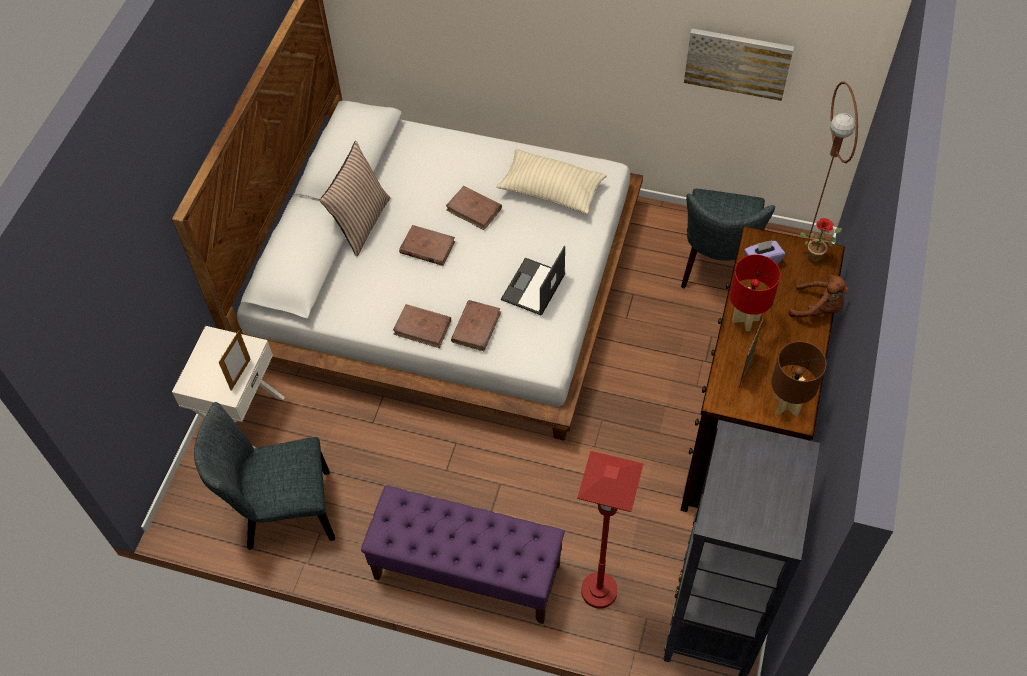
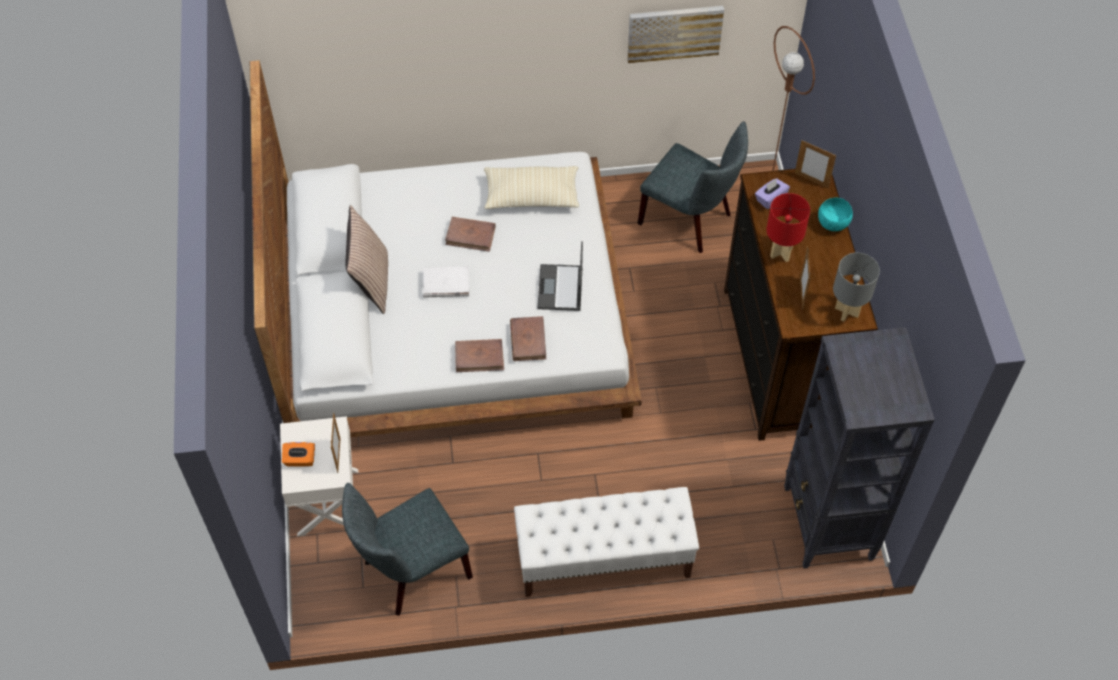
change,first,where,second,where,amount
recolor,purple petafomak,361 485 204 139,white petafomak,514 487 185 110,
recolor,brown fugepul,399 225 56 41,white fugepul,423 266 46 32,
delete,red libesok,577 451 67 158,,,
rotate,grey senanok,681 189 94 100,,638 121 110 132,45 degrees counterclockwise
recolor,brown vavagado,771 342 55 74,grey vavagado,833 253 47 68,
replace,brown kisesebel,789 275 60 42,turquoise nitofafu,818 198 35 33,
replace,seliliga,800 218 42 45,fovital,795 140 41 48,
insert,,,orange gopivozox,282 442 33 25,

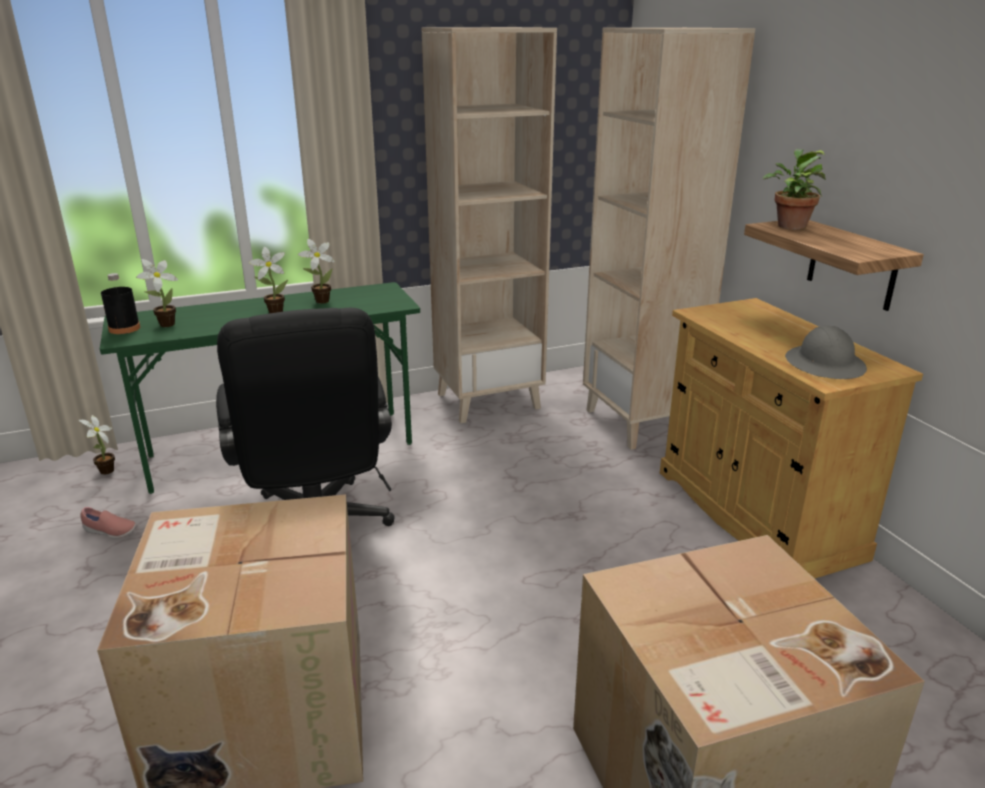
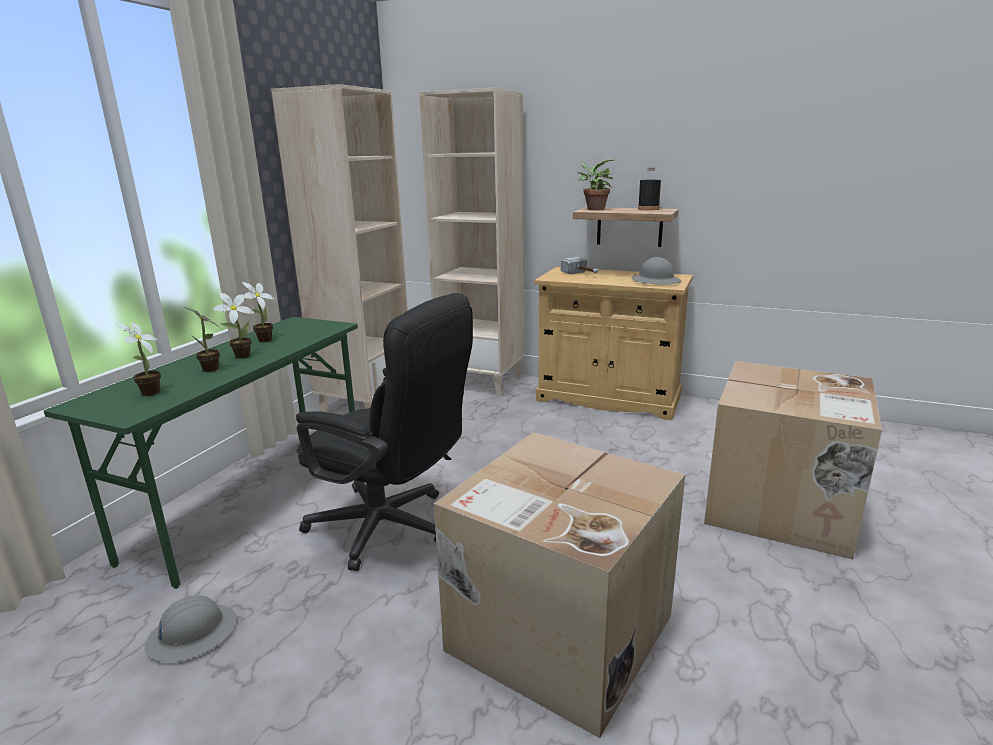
change,first,where,second,where,amount
move,seliliga,79 415 36 60,,184 307 37 65,
replace,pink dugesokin,80 507 57 32,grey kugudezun,145 595 92 67,
move,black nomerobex,101 273 39 61,,638 167 23 44,
insert,,,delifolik,561 257 37 17,

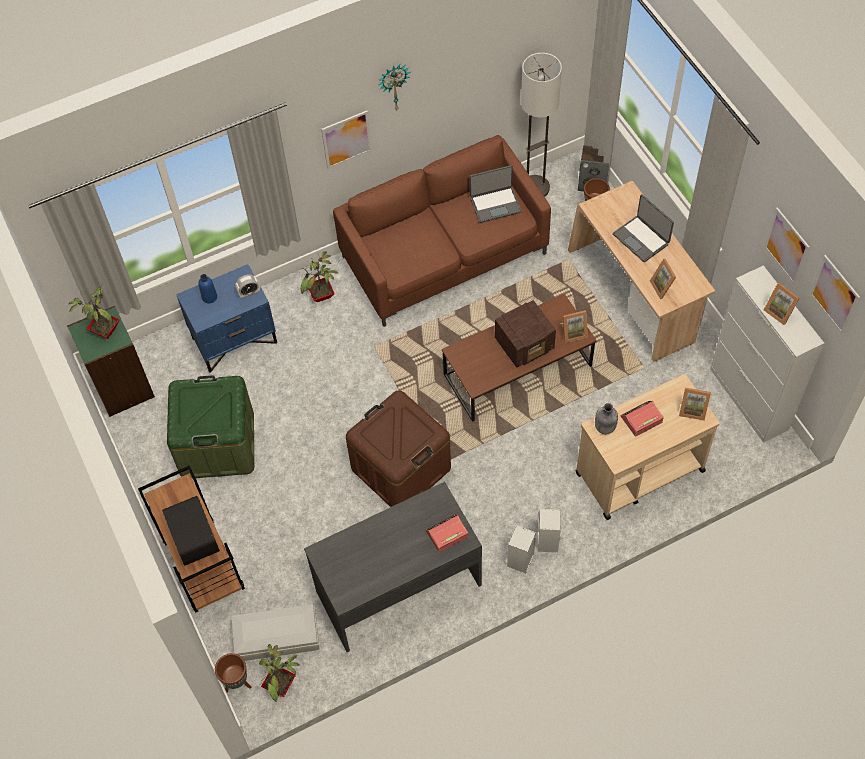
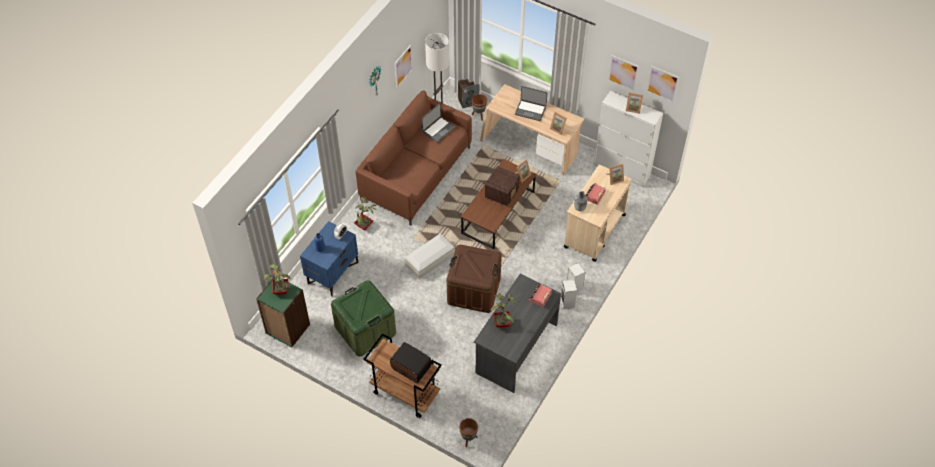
change,first,where,second,where,amount
move,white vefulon,232 604 87 57,,404 233 51 46,
move,seliliga,259 644 41 58,,490 293 26 35,
move,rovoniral,321 111 51 58,,395 45 18 43,

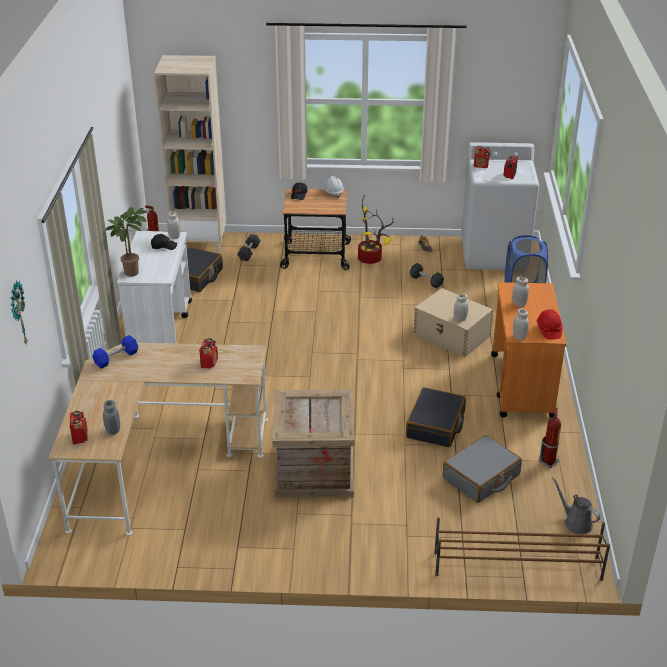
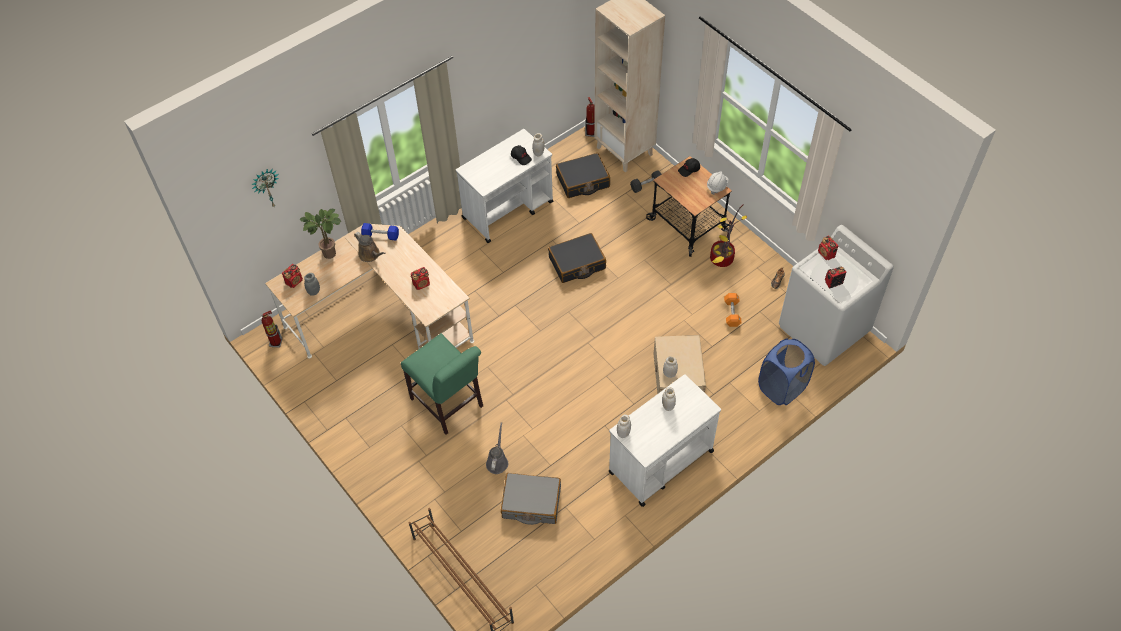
change,first,where,second,where,amount
move,seliliga,105 207 43 70,,300 209 41 50,
replace,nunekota,272 390 83 107,green senanok,401 333 82 102,
move,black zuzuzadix,406 387 60 60,,548 233 58 50,
recolor,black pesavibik,410 263 34 25,orange pesavibik,724 293 18 34,
recolor,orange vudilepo,491 282 76 136,white vudilepo,608 374 113 133,
delete,red kugudezun,537 309 26 31,,,
move,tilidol,539 408 22 60,,262 310 20 37,
move,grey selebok,552 477 48 57,,486 422 22 52,
insert,,,brown selebok,354 232 32 30,

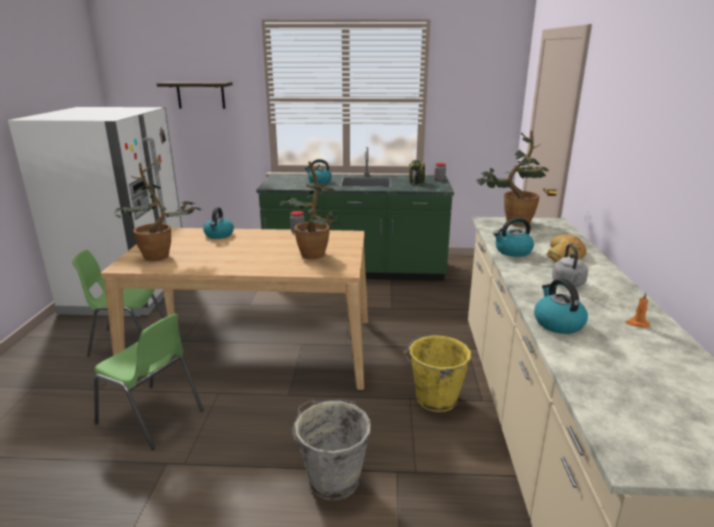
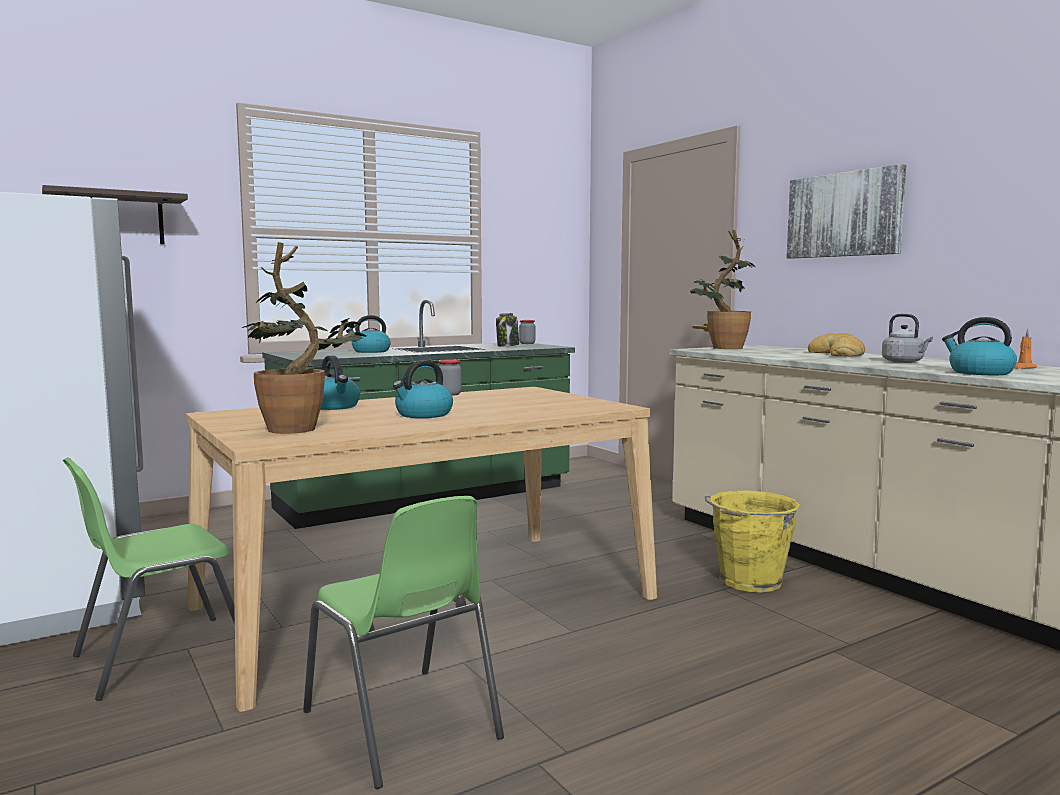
change,first,where,second,where,amount
rotate,green senanok,94 313 110 137,,303 496 201 293,60 degrees clockwise
delete,seliliga,280 161 63 98,,,
delete,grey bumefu,292 400 79 101,,,
move,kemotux,493 218 41 39,,393 360 60 58,
insert,,,rovoniral,787 164 119 95,

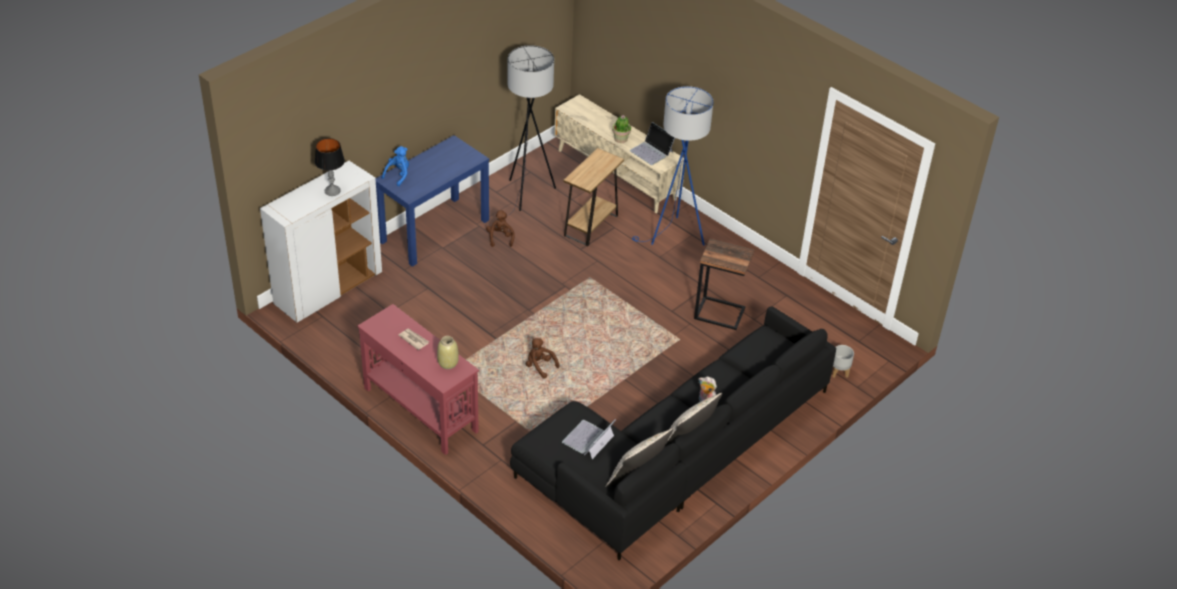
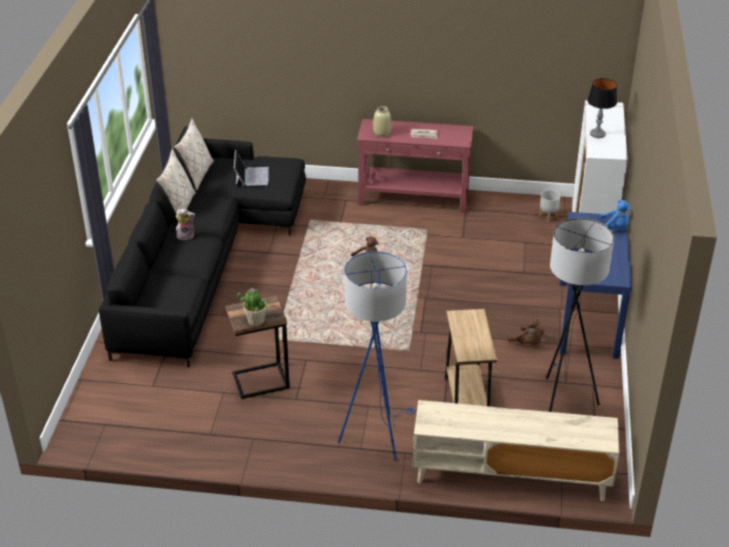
change,first,where,second,where,amount
rotate,blue kisesebel,382 146 27 40,,600 200 31 29,60 degrees counterclockwise
move,seliliga,612 115 19 28,,237 288 30 38,
delete,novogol,630 122 45 43,,,
move,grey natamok,832 345 22 33,,539 190 21 32,

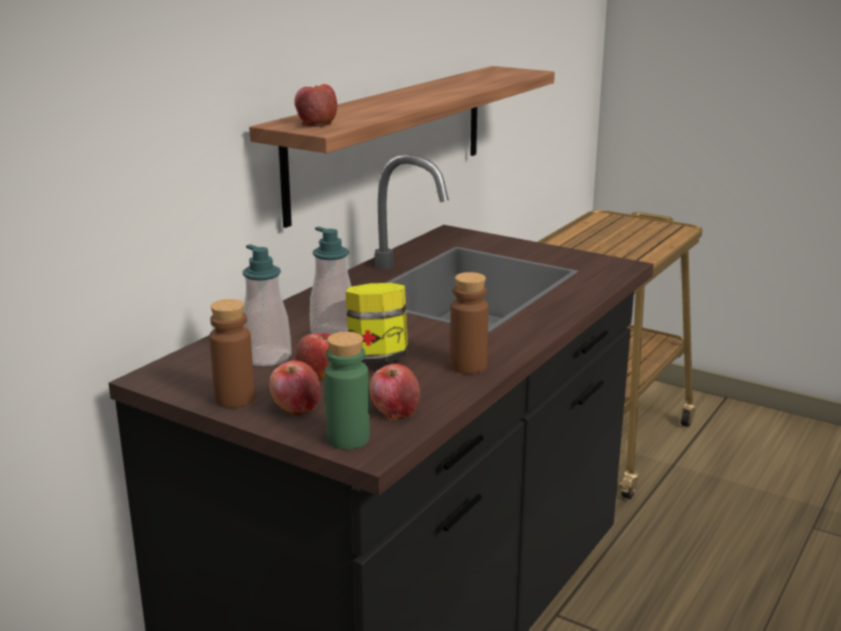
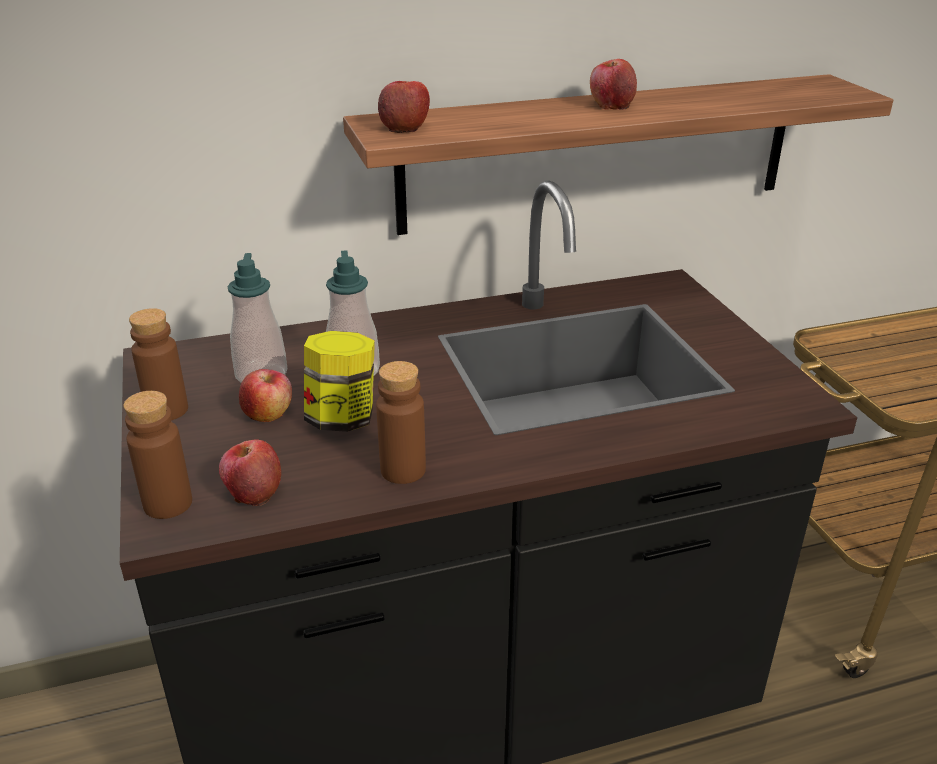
change,first,where,second,where,amount
move,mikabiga,269 360 52 56,,590 59 47 51,
recolor,green nomerobex,324 332 46 117,brown nomerobex,123 391 69 128,

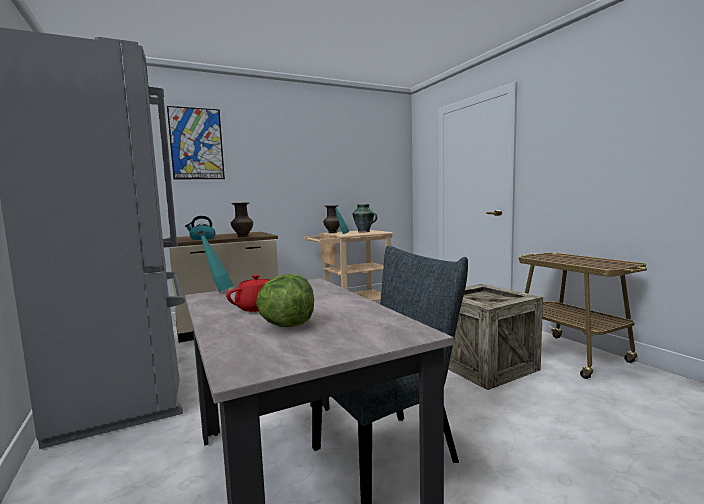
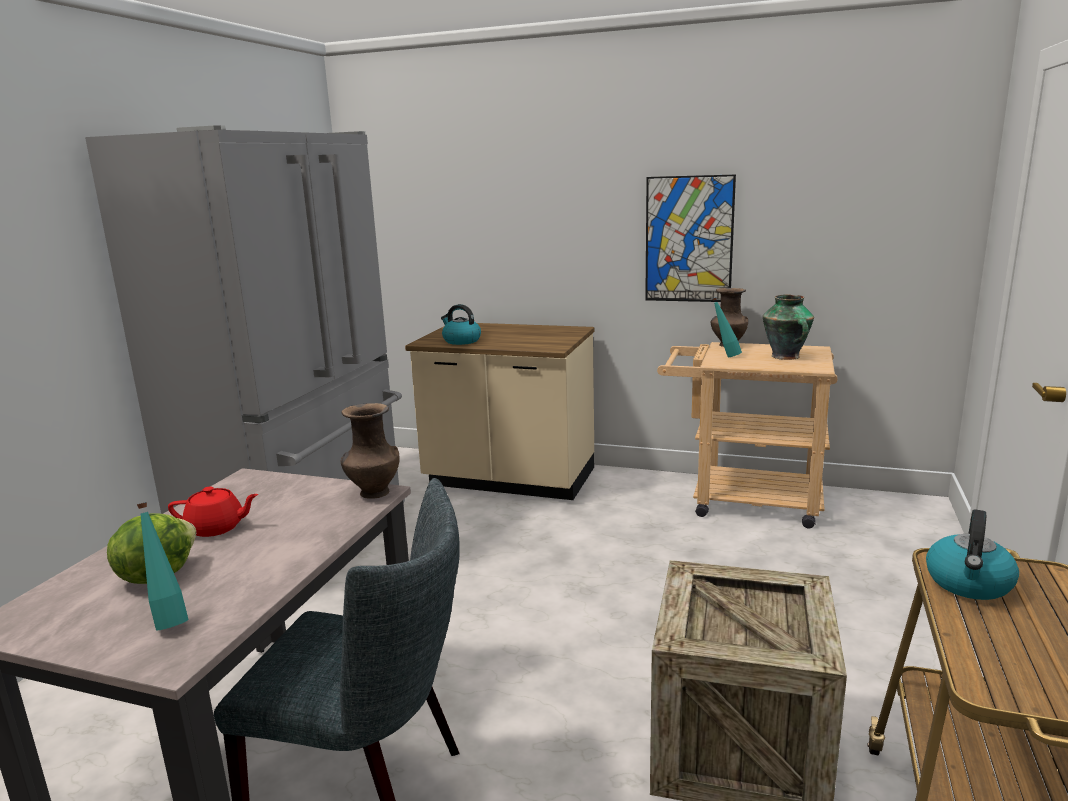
change,first,where,second,where,amount
move,rovoniral,167 106 58 73,,645 174 91 128,
move,turquoise nomerobex,198 231 36 61,,137 502 51 128,
move,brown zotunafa,231 203 22 34,,341 403 59 96,
insert,,,kemotux,926 509 93 91,

